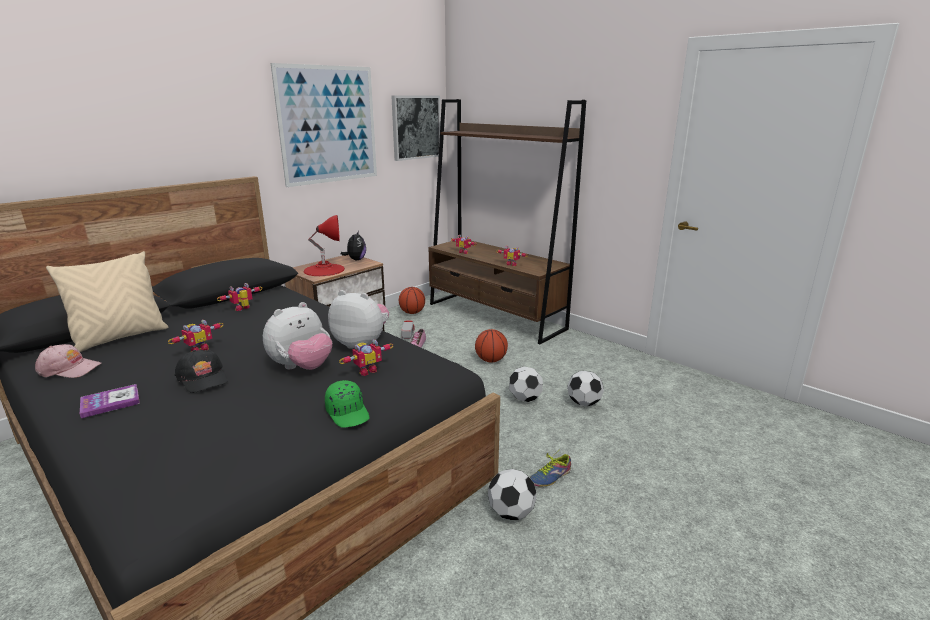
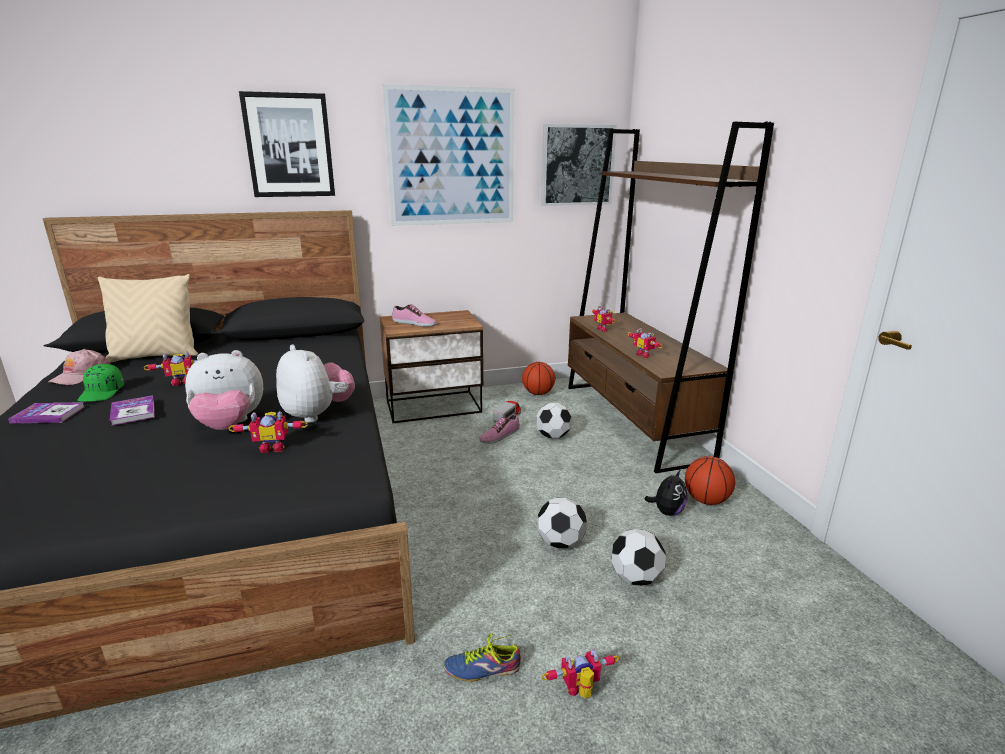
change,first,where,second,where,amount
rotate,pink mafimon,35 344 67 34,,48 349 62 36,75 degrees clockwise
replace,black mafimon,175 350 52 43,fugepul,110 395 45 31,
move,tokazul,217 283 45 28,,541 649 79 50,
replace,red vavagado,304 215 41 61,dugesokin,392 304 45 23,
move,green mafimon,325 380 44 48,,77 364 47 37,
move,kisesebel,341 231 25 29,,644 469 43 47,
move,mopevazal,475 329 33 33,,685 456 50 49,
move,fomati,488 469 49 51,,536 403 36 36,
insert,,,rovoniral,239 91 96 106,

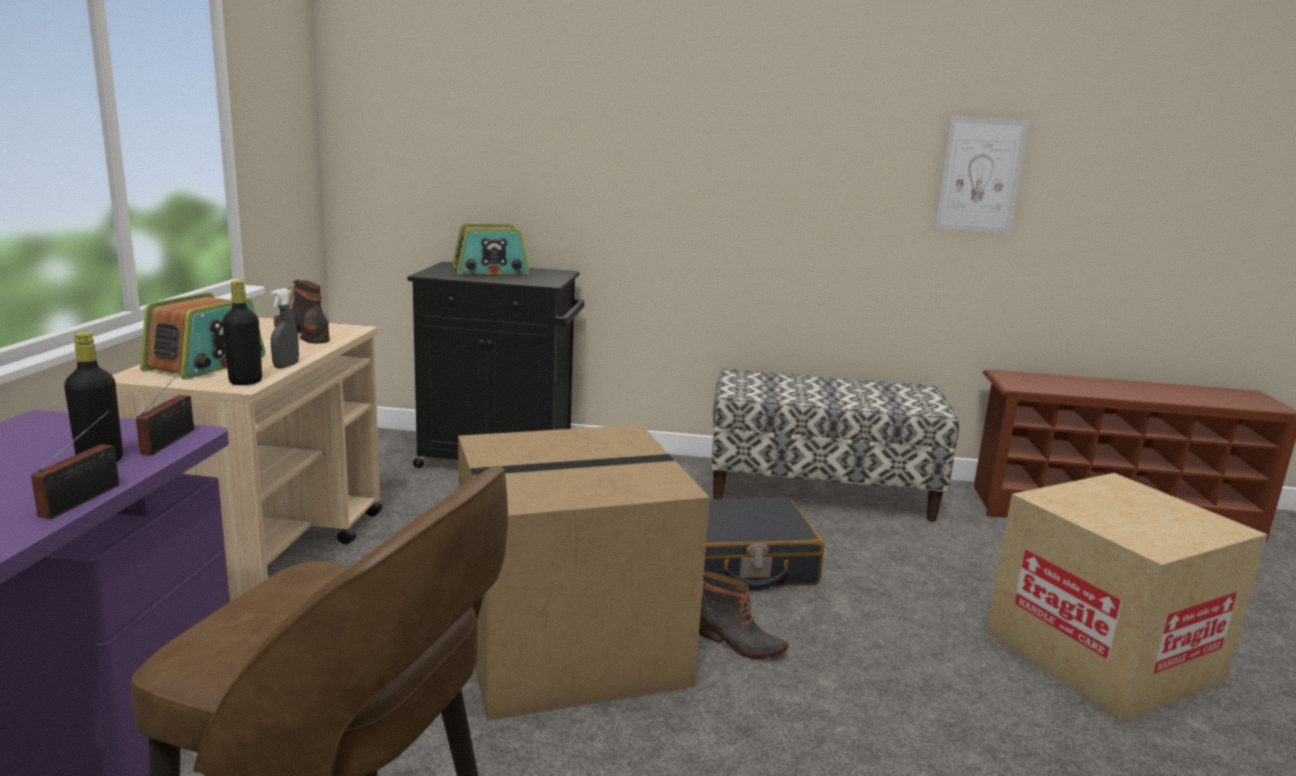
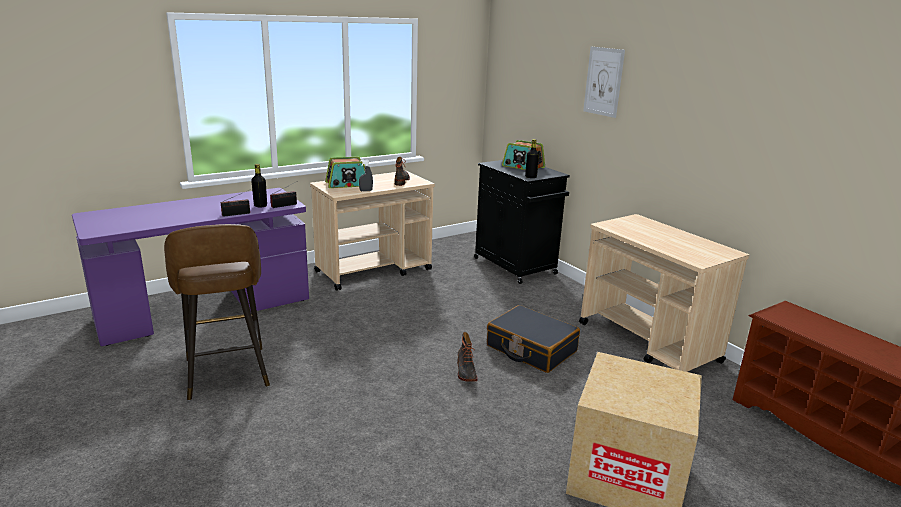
change,first,where,second,where,amount
move,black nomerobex,222 280 40 105,,525 139 14 39,
delete,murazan,458 425 252 296,,,
replace,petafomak,711 369 248 152,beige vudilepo,579 214 170 158,
move,rovoniral,934 116 96 117,,583 47 42 71,

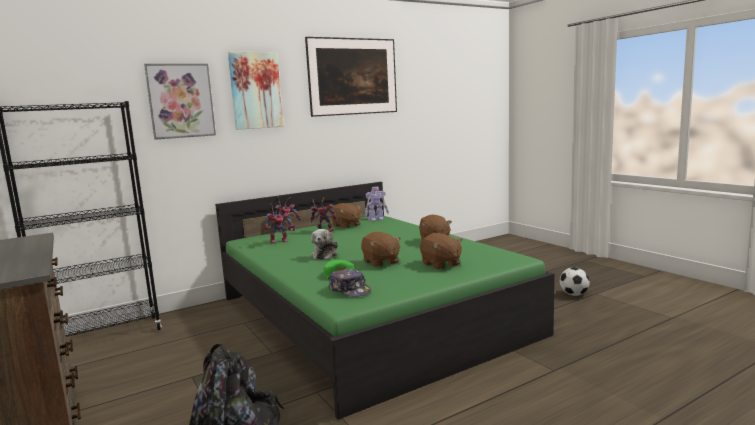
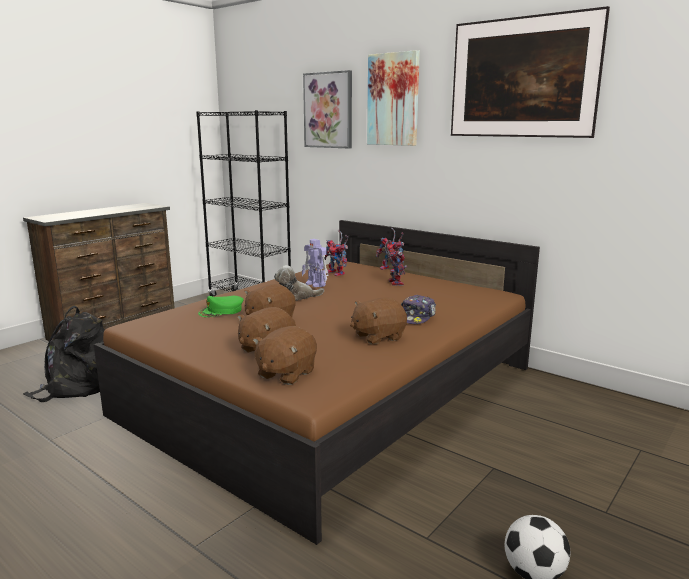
change,first,where,second,where,amount
recolor,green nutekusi,215 182 340 238,brown nutekusi,94 220 446 325,
move,mafimon,329 268 42 29,,401 295 35 29,
move,brown kisesebel,330 203 31 26,,253 326 64 59,
move,tokazul,365 187 24 34,,302 239 27 48,

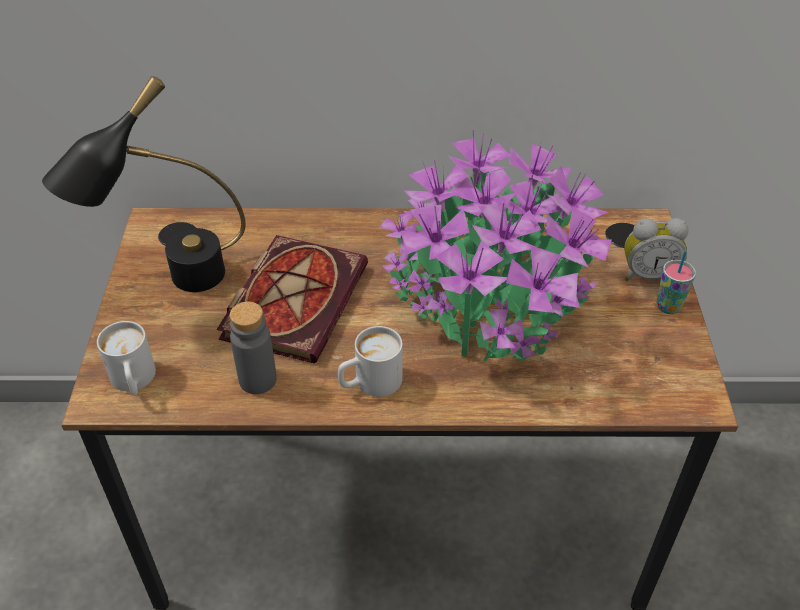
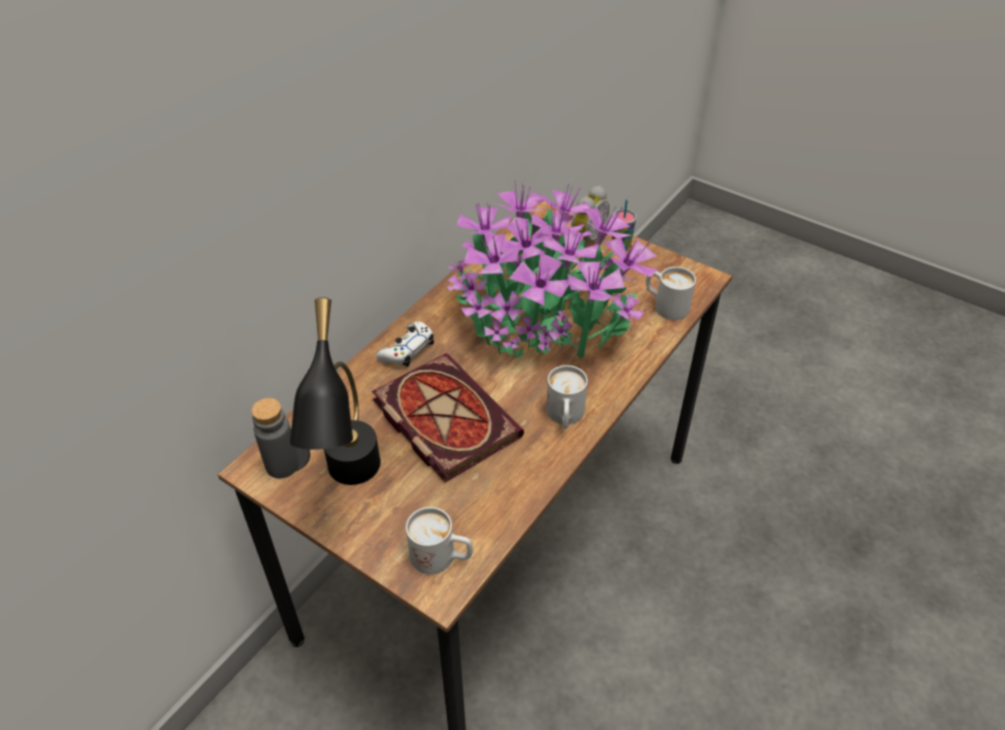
change,first,where,second,where,amount
move,grey nomerobex,230 301 47 93,,251 398 48 80,
insert,,,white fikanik,376 321 58 46,
insert,,,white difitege,646 267 50 53,

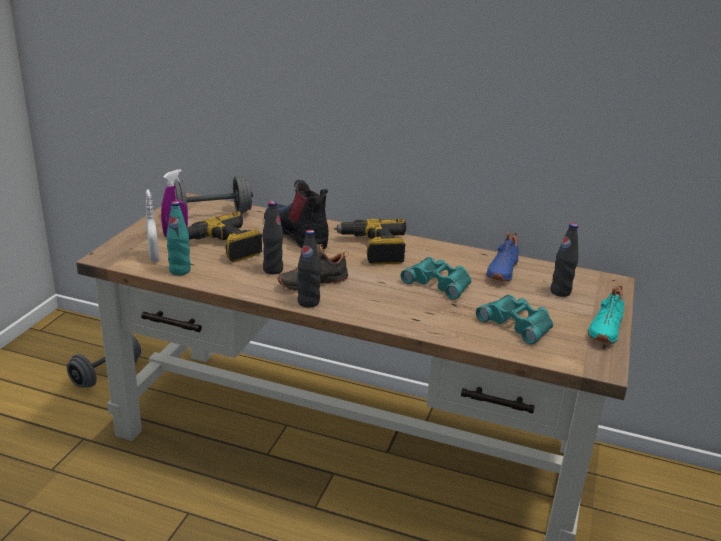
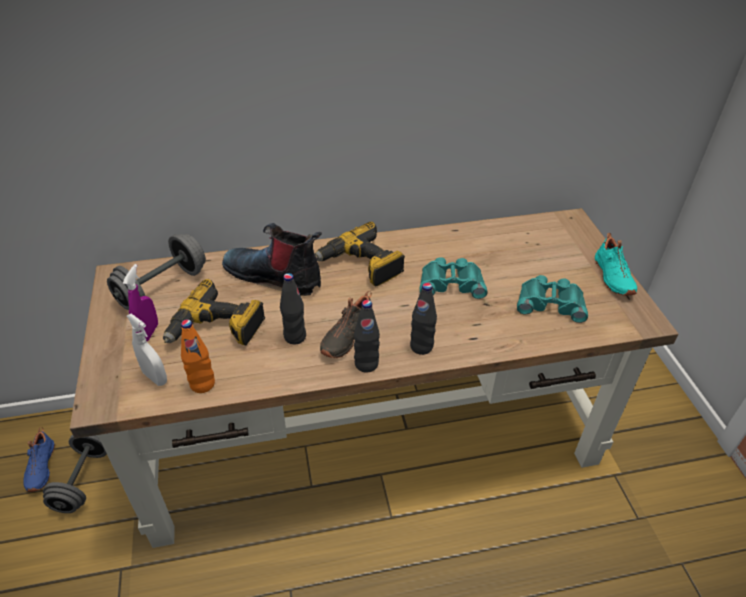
change,first,where,second,where,amount
recolor,turquoise nomerobex,166 201 25 74,orange nomerobex,181 319 34 74,
move,blue dugesokin,487 232 32 50,,23 427 32 65,
move,black nomerobex,550 223 28 74,,410 283 27 72,

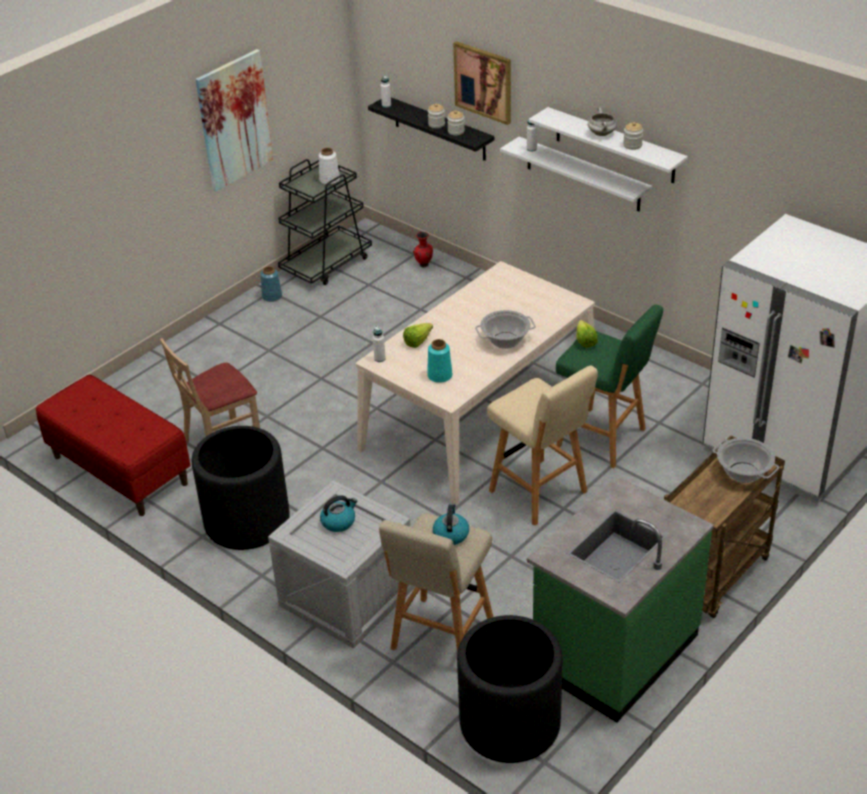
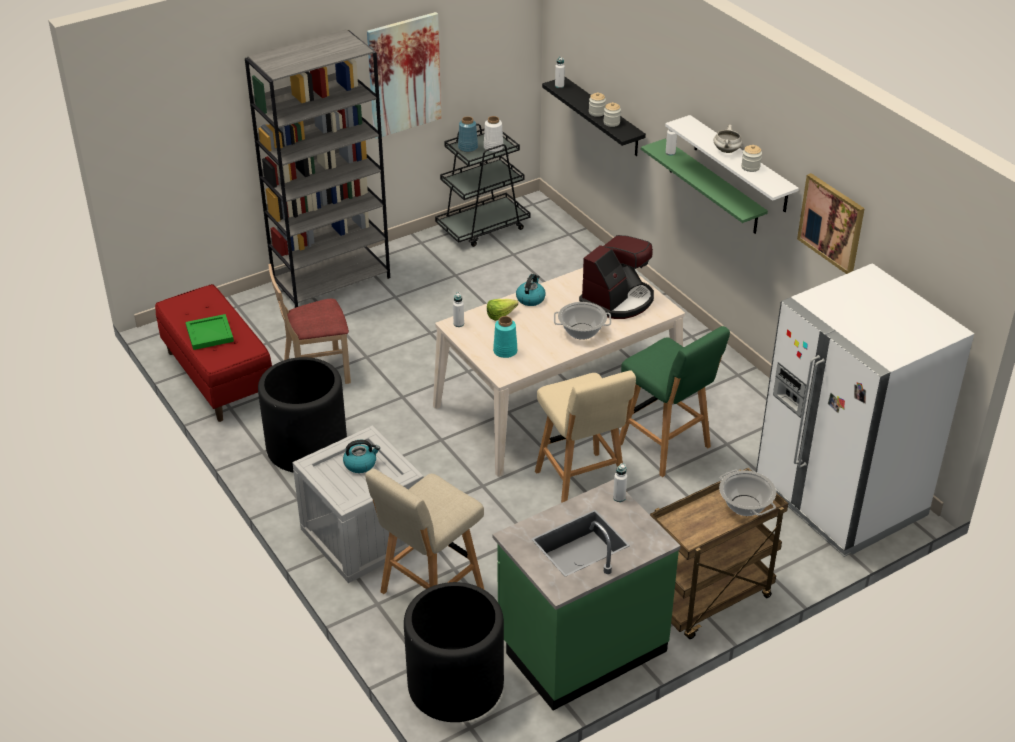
change,first,where,second,where,amount
move,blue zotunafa,260 266 22 36,,458 116 20 36,
delete,red zotunafa,413 232 20 35,,,
move,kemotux,433 504 36 41,,516 274 30 32,
move,rovoniral,453 41 58 84,,797 173 68 101,
recolor,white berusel,500 137 152 74,green berusel,641 139 127 95,
delete,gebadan,576 320 22 28,,,
insert,,,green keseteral,186 314 48 36,
insert,,,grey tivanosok,245 29 145 279,
insert,,,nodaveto,579 235 75 84,
insert,,,white nomerobex,613 463 14 39,

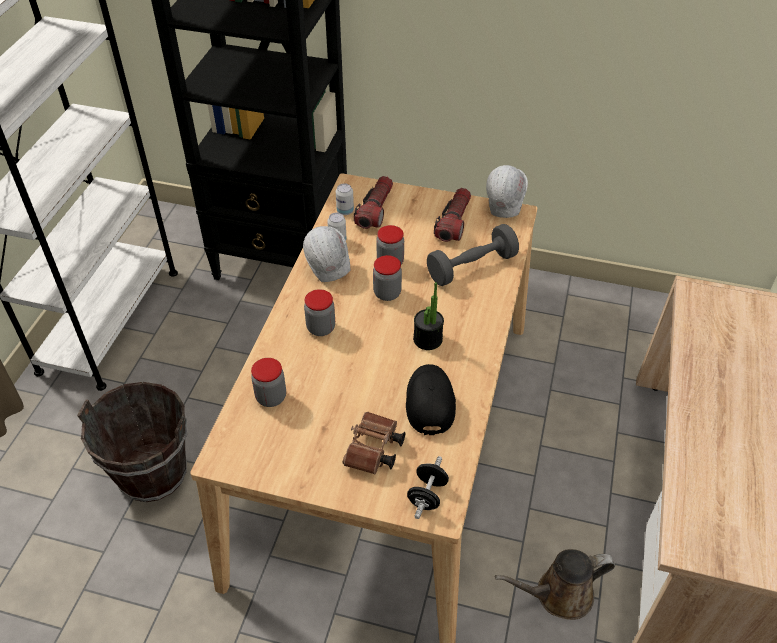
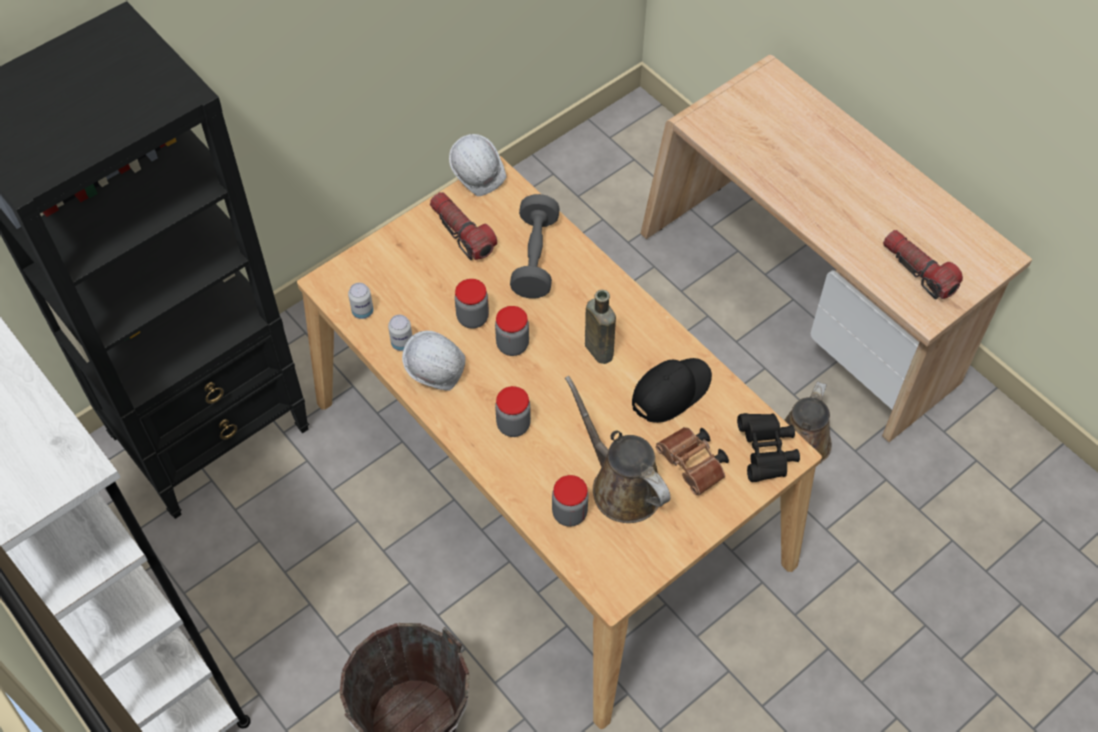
change,first,where,second,where,amount
move,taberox,354 176 39 53,,883 230 80 69,
rotate,black mafimon,406 364 50 71,,632 358 80 65,105 degrees clockwise
replace,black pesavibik,407 456 42 63,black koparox,737 413 63 69,
replace,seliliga,413 282 31 68,brown nomerobex,585 290 31 74,
insert,,,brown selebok,565 376 105 147,

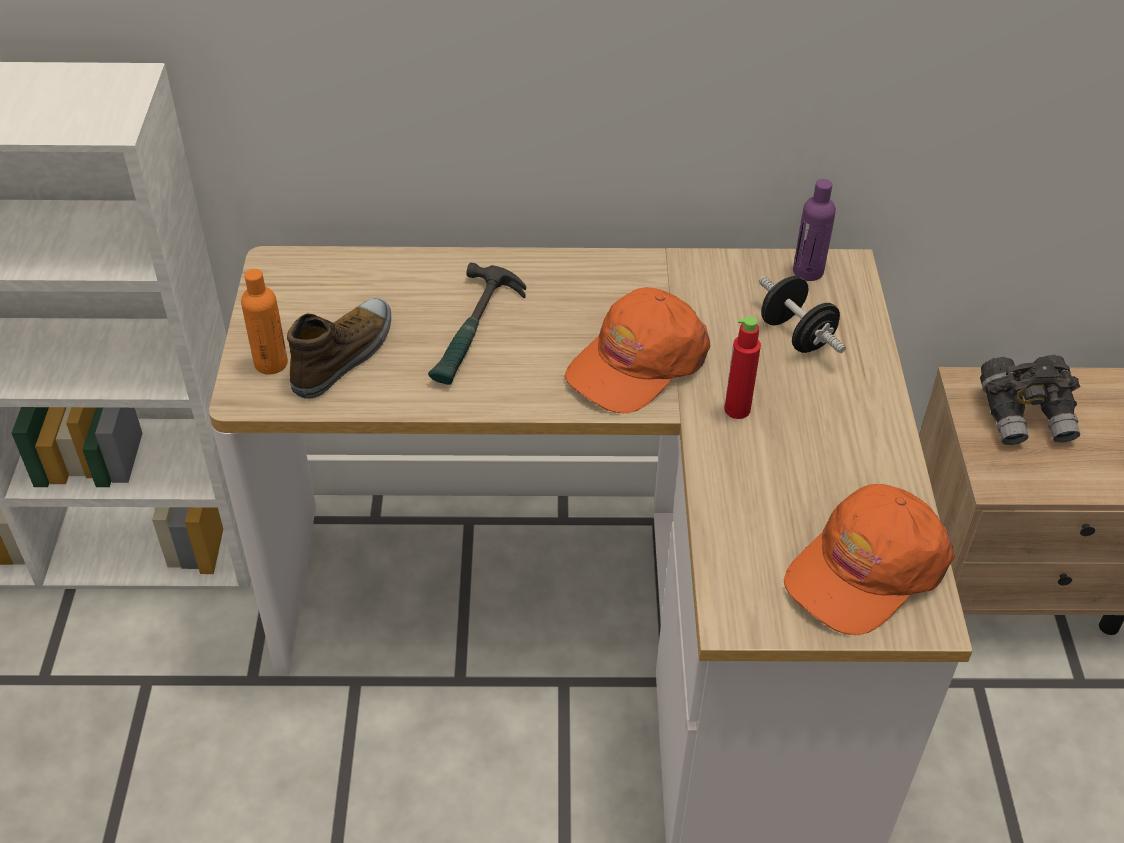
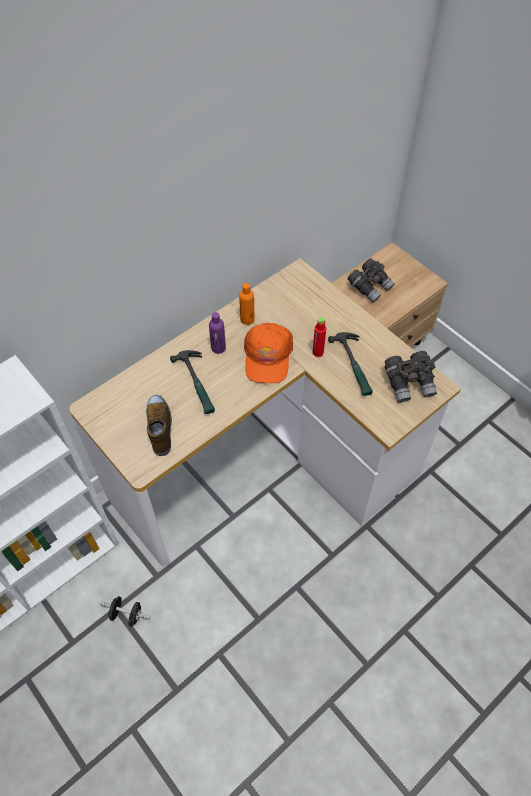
change,first,where,second,where,amount
move,orange nomerobex,241 269 47 106,,239 283 15 42,
move,black pesavibik,759 276 87 77,,100 596 50 31,
replace,orange mafimon,784 484 170 151,grey koparox,385 351 52 51,
move,purple nomerobex,793 179 43 102,,209 312 17 42,
insert,,,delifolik,328 332 45 64,

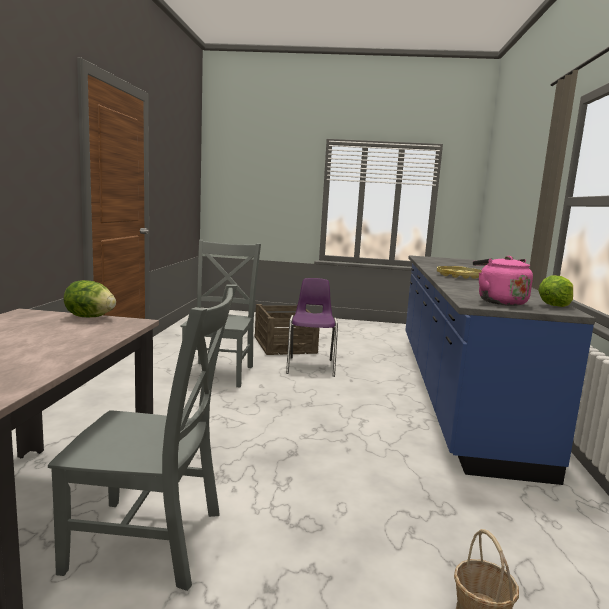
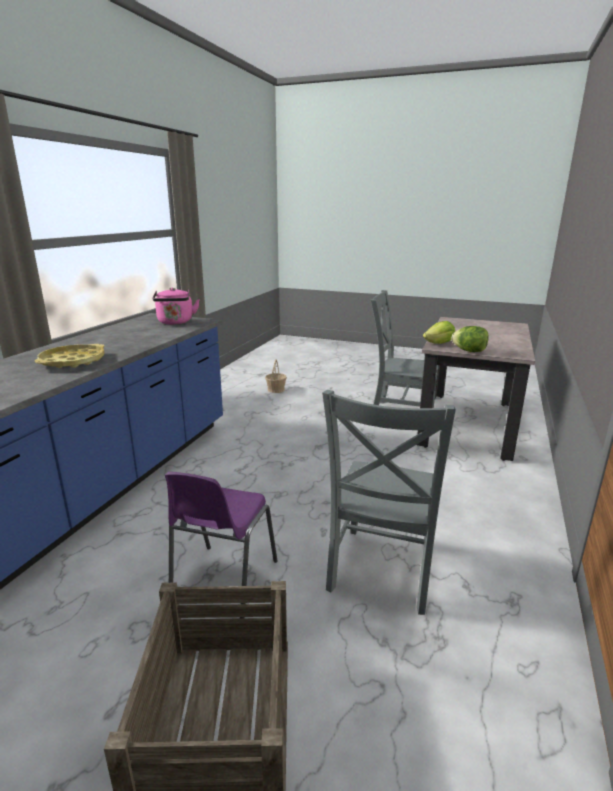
change,first,where,second,where,amount
move,gebadan,538 275 35 32,,423 321 32 23,

